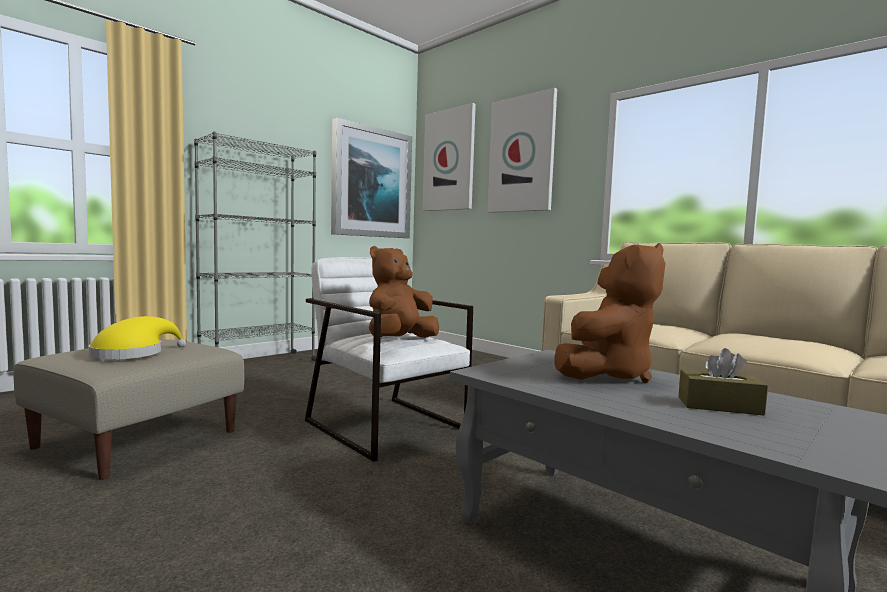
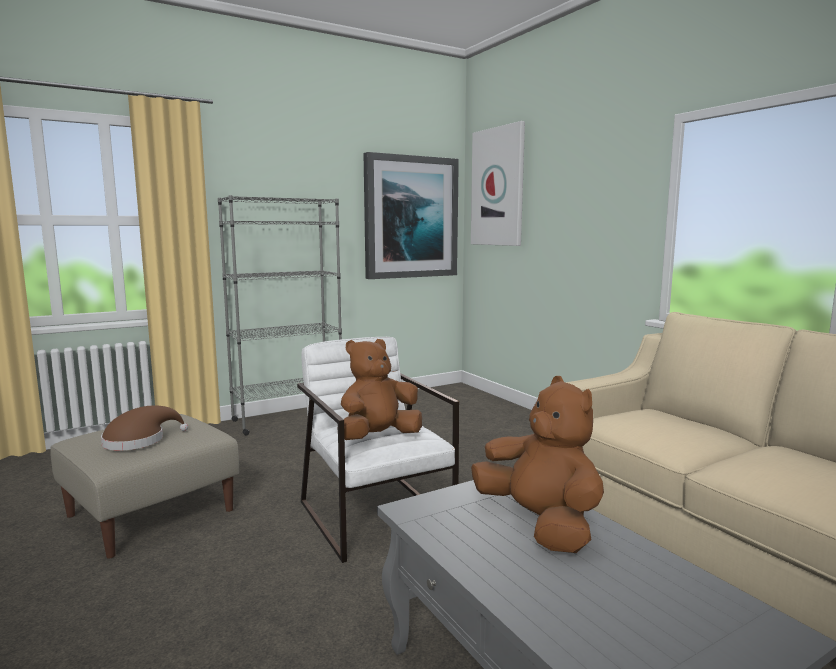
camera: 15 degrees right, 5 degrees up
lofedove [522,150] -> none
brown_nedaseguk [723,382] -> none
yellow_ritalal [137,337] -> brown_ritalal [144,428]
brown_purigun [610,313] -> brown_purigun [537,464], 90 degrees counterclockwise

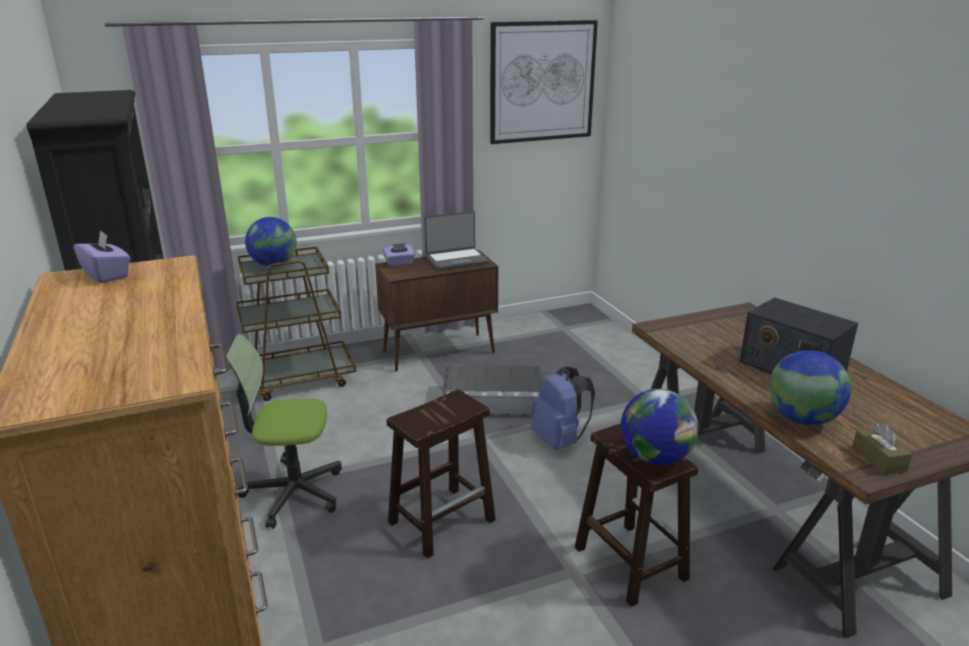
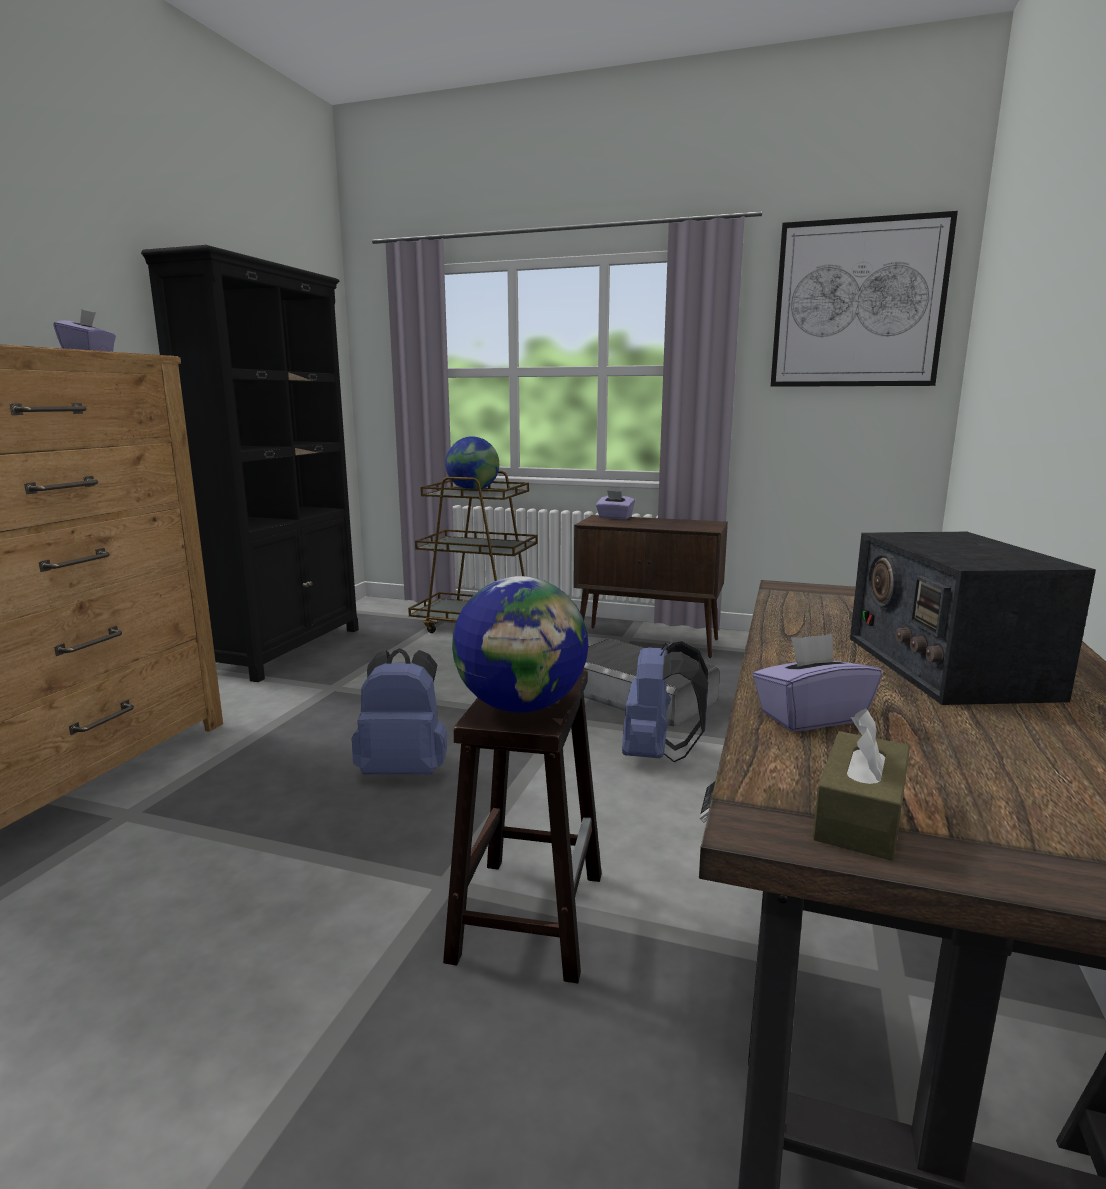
camera: 40 degrees right, 10 degrees down
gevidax [284,431] -> none
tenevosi [456,240] -> none
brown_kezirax [441,474] -> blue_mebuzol [399,711]
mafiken [810,387] -> purple_nedaseguk [817,683]

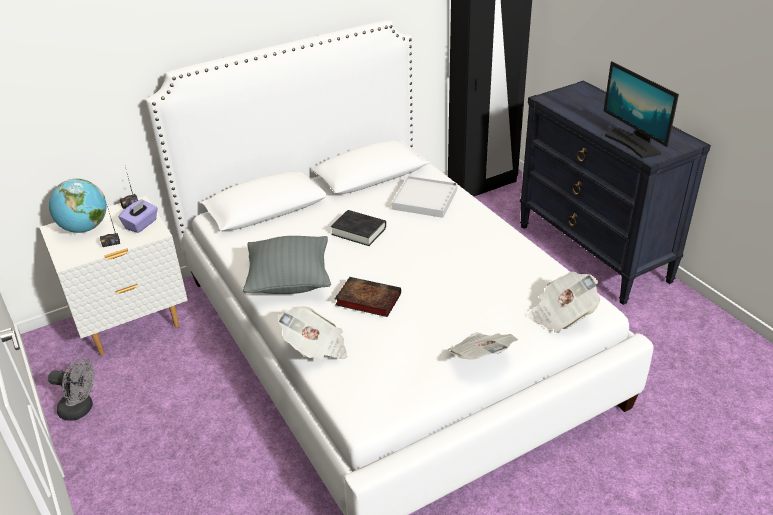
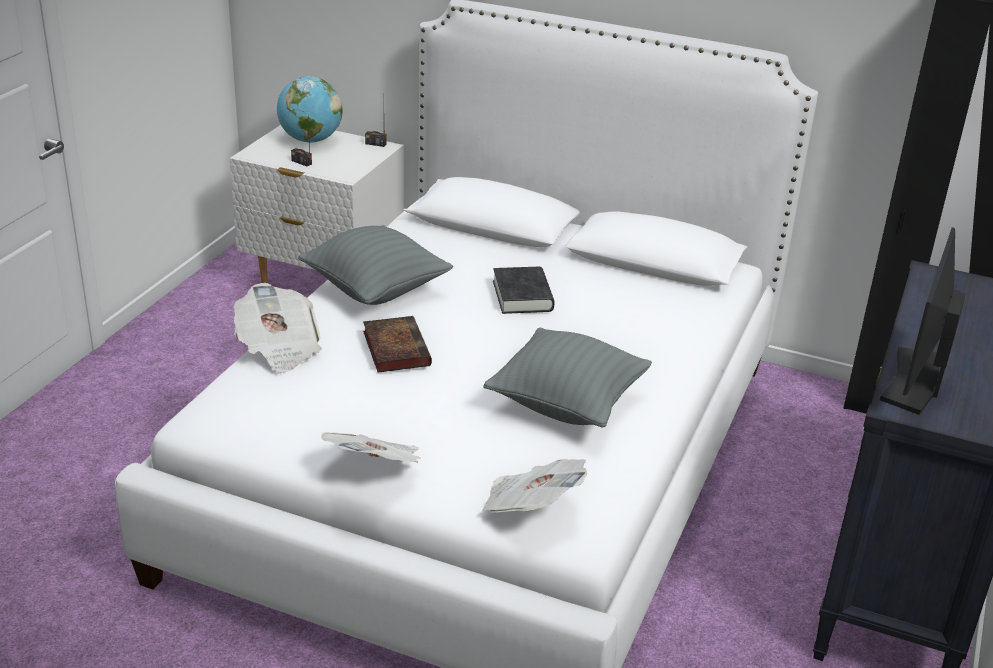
camera: 50 degrees right, 5 degrees down
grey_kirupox [71,389] -> none
purple_nedaseguk [138,216] -> none
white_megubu [424,197] -> none
none -> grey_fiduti [567,377]

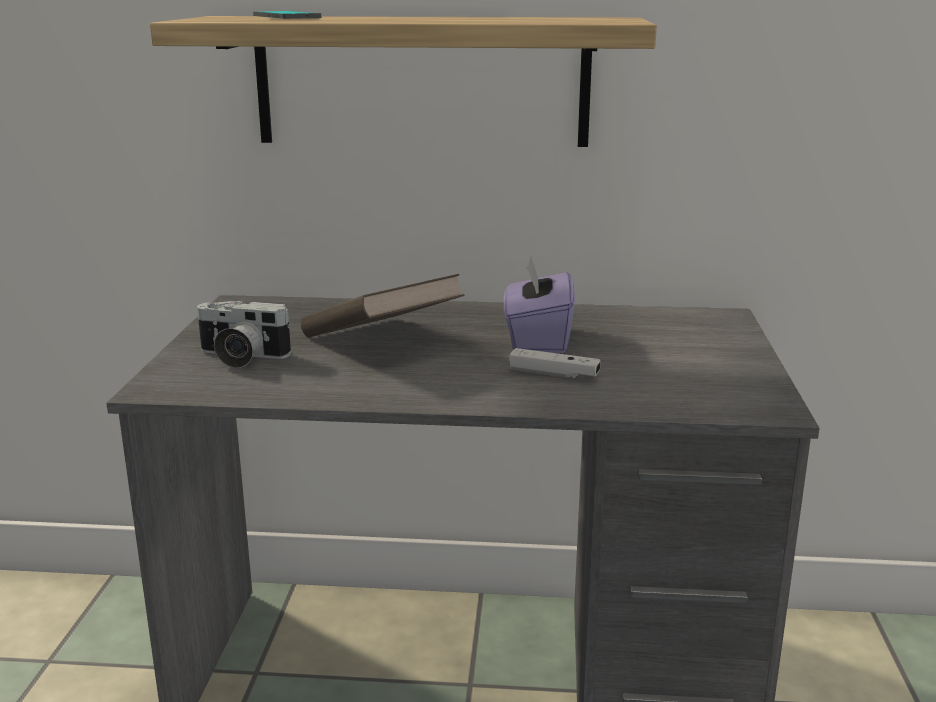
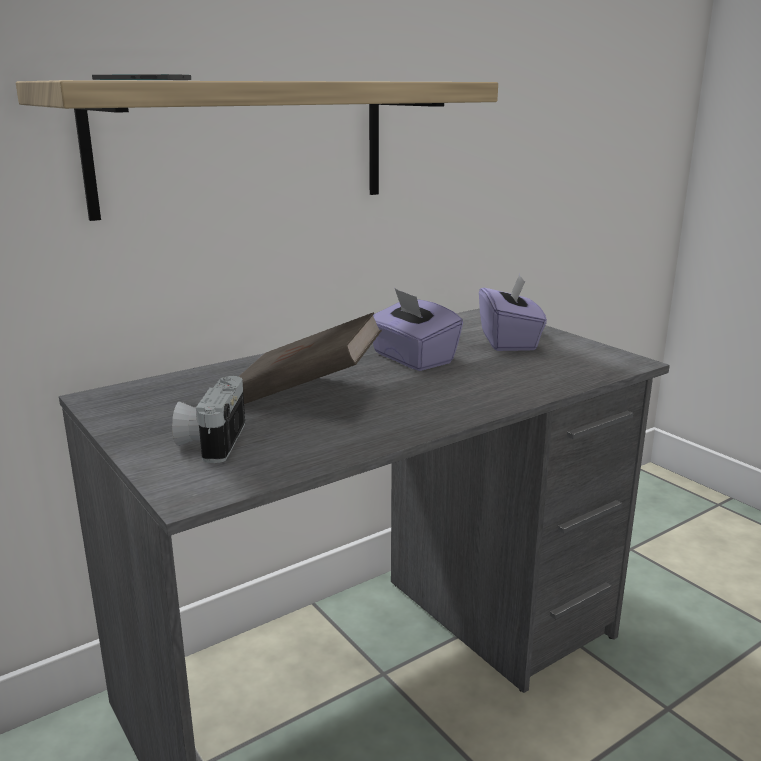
camera: 40 degrees left, 0 degrees up
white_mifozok [554,363] -> none
none -> purple_nedaseguk [513,312]
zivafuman [244,334] -> zivafuman [208,419], 120 degrees clockwise

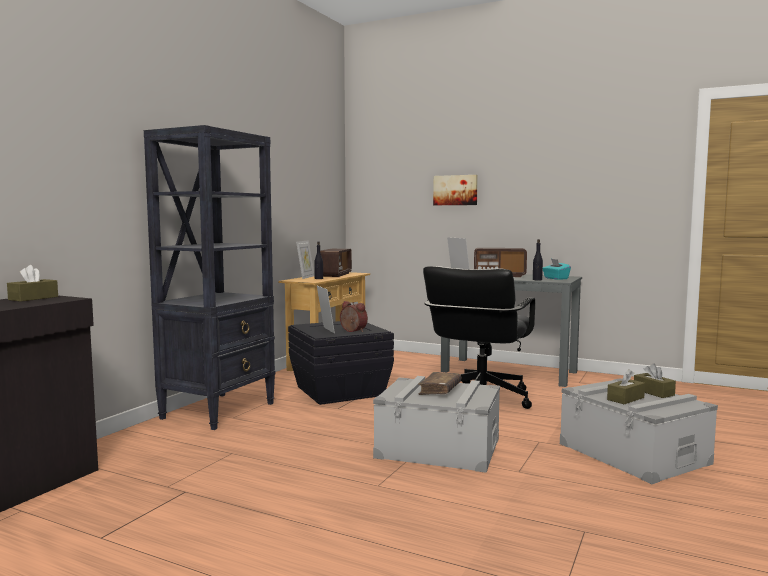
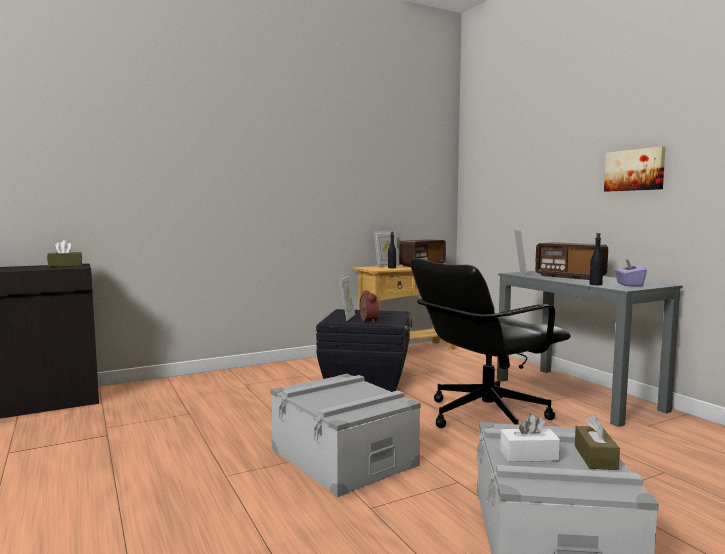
camera: 35 degrees right, 0 degrees up
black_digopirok [210,277] -> none
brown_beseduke [439,383] -> none
lofedove [455,190] -> lofedove [635,169], move
turquoise_nedaseguk [557,269] -> purple_nedaseguk [631,273]
brown_nedaseguk [626,386] -> white_nedaseguk [530,438]

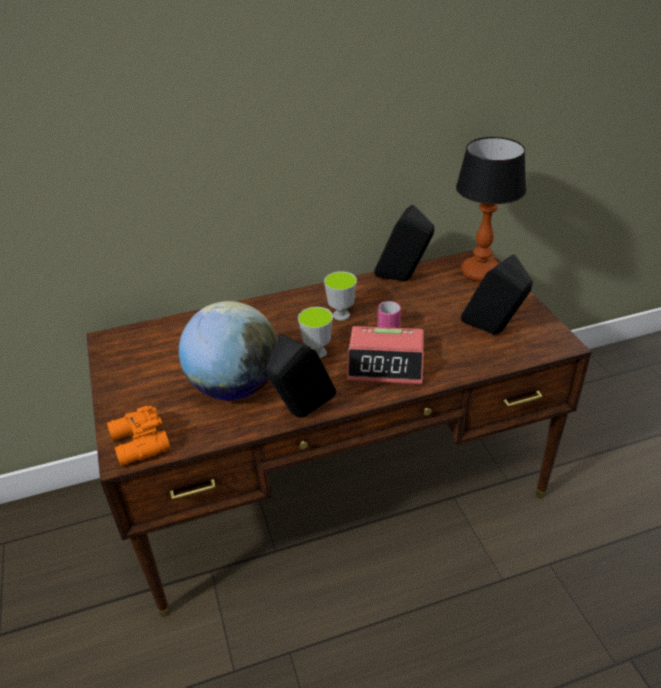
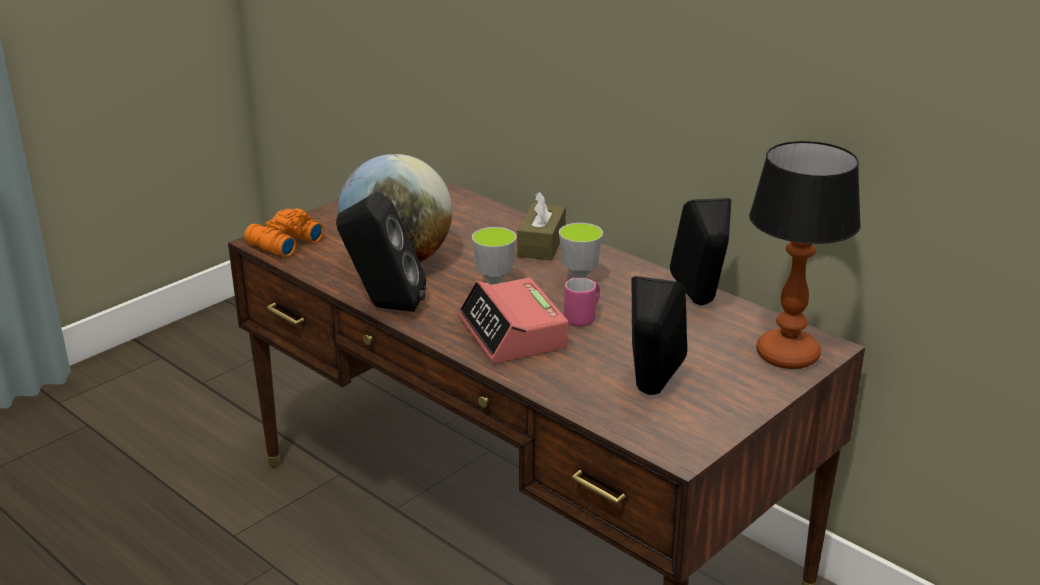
camera: 60 degrees right, 10 degrees down
none -> brown_nedaseguk [541,225]

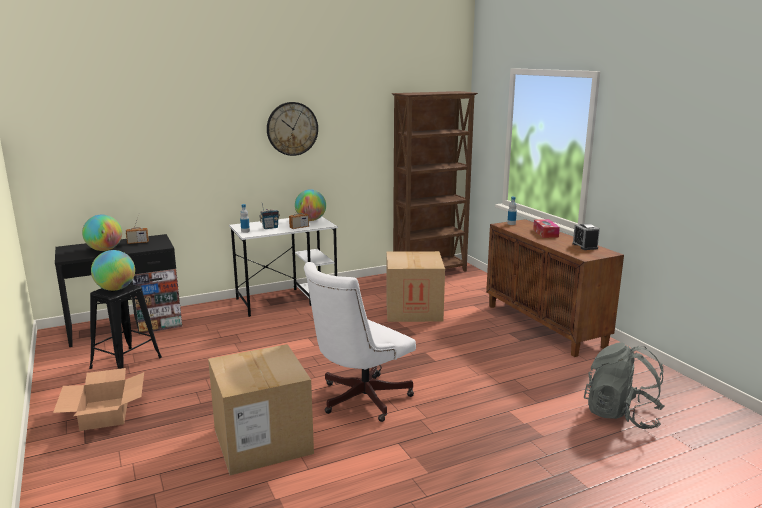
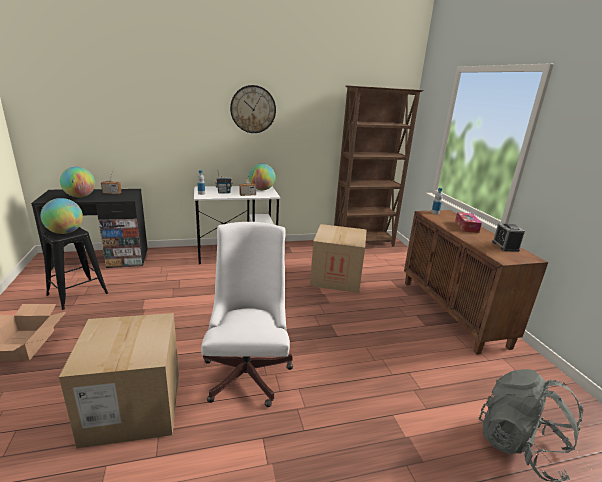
camera: 10 degrees right, 5 degrees up
white_gevidax [360,342] -> white_gevidax [247,314], 120 degrees clockwise

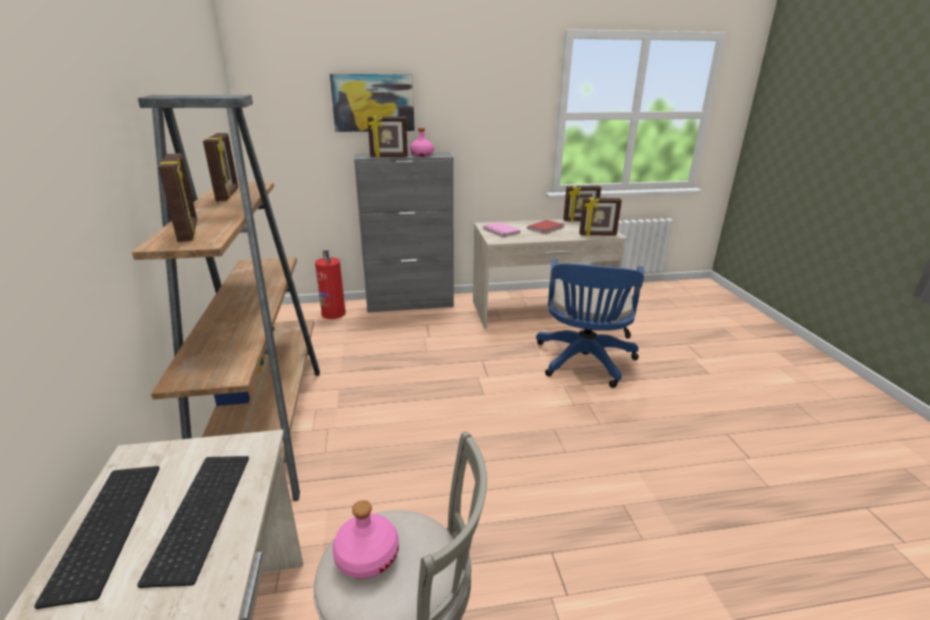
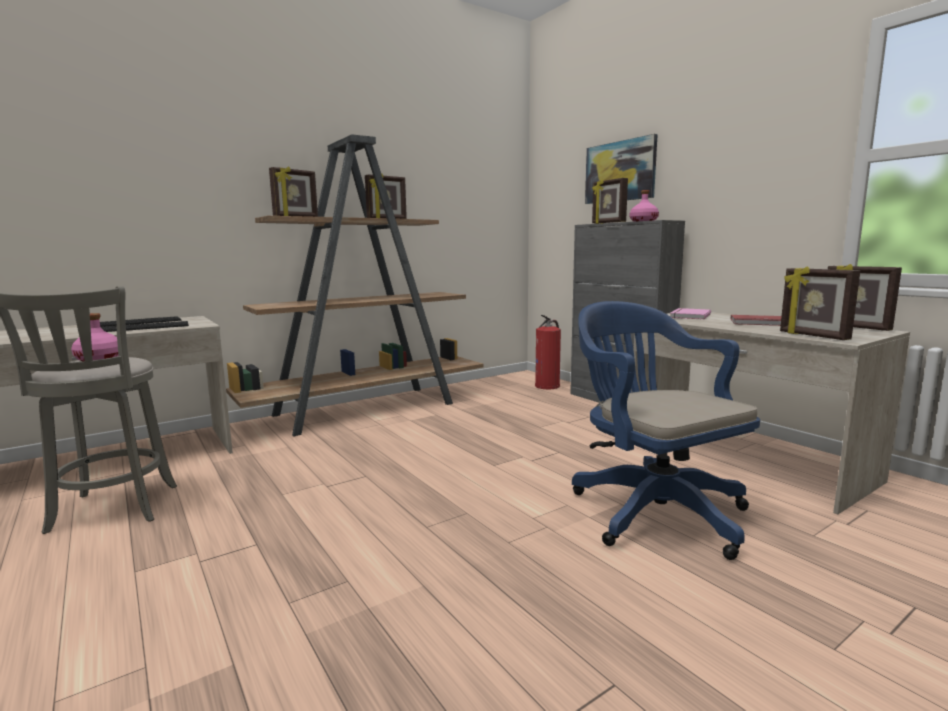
camera: 65 degrees right, 15 degrees down
blue_gevidax [590,323] -> blue_gevidax [666,430], 75 degrees clockwise

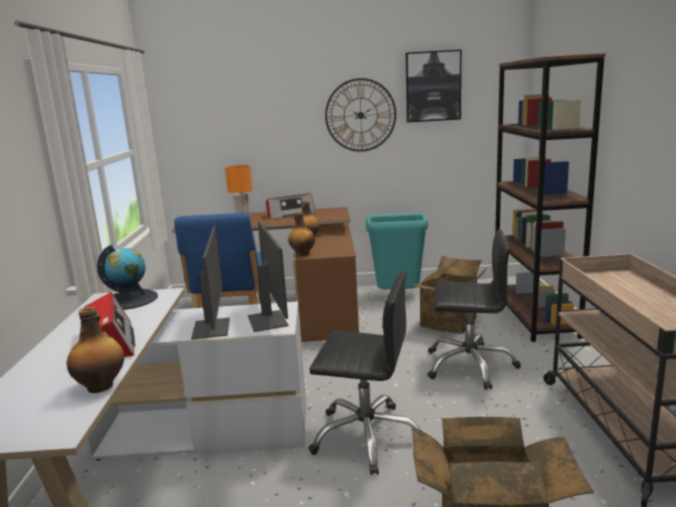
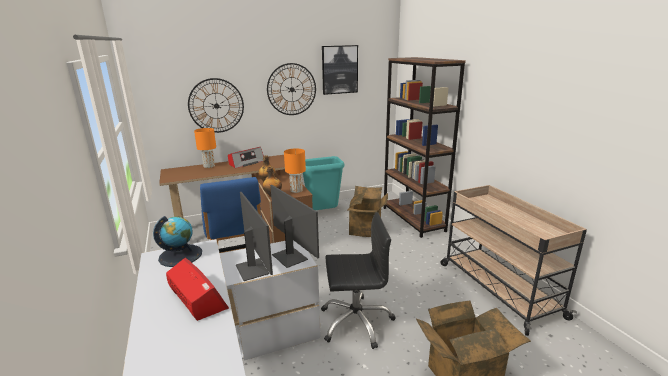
camera: 20 degrees left, 5 degrees up
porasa [95,349] -> none
black_gevidax [474,310] -> none
none -> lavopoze [216,105]
none -> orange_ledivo [295,170]

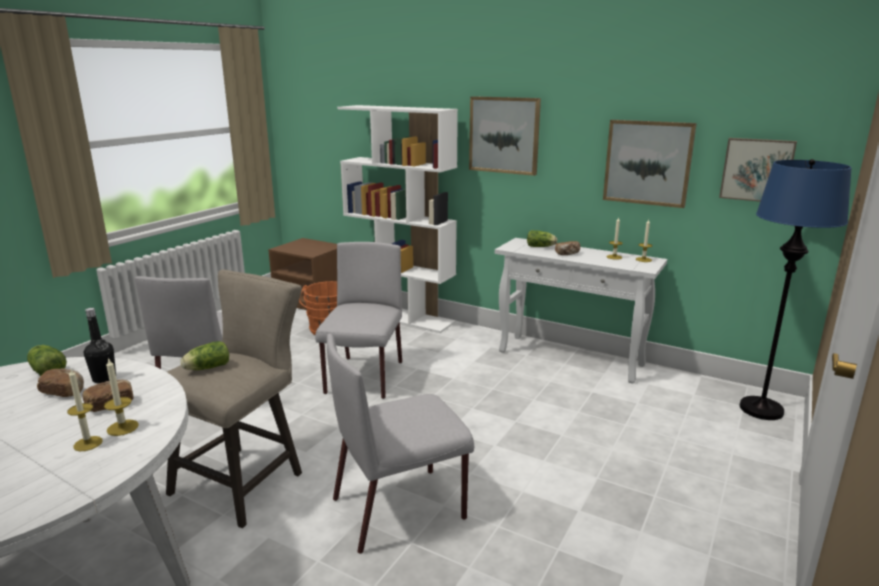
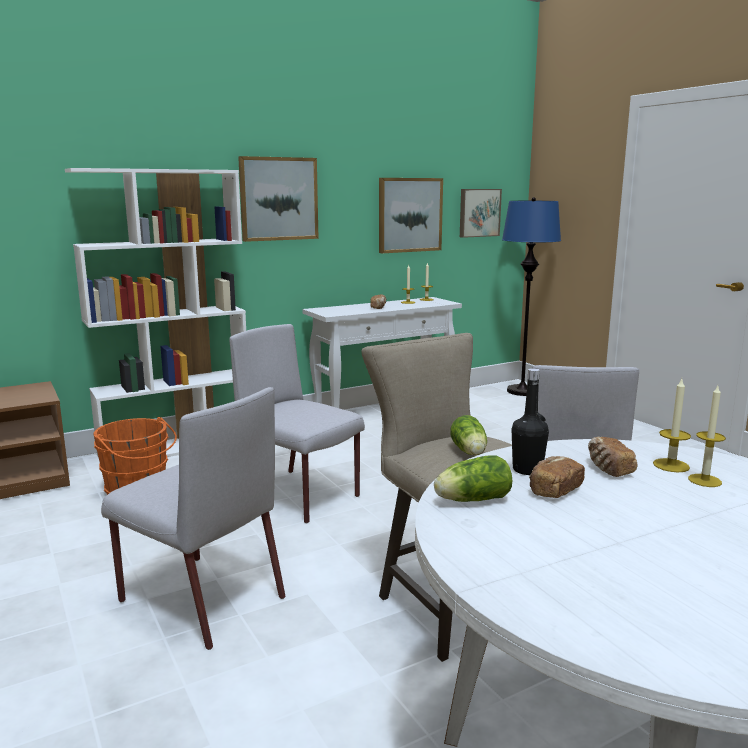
camera: 60 degrees left, 5 degrees down
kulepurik [542,238] -> none

